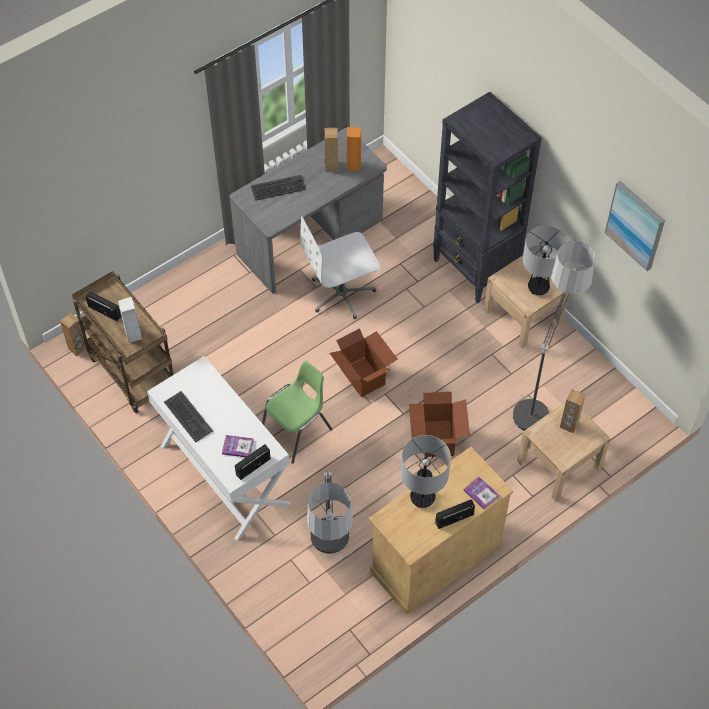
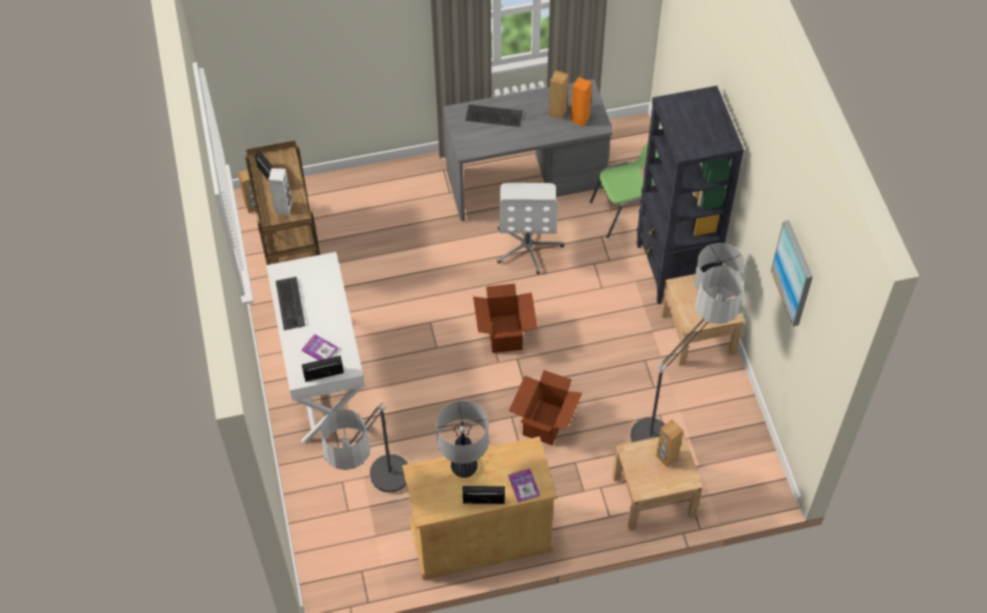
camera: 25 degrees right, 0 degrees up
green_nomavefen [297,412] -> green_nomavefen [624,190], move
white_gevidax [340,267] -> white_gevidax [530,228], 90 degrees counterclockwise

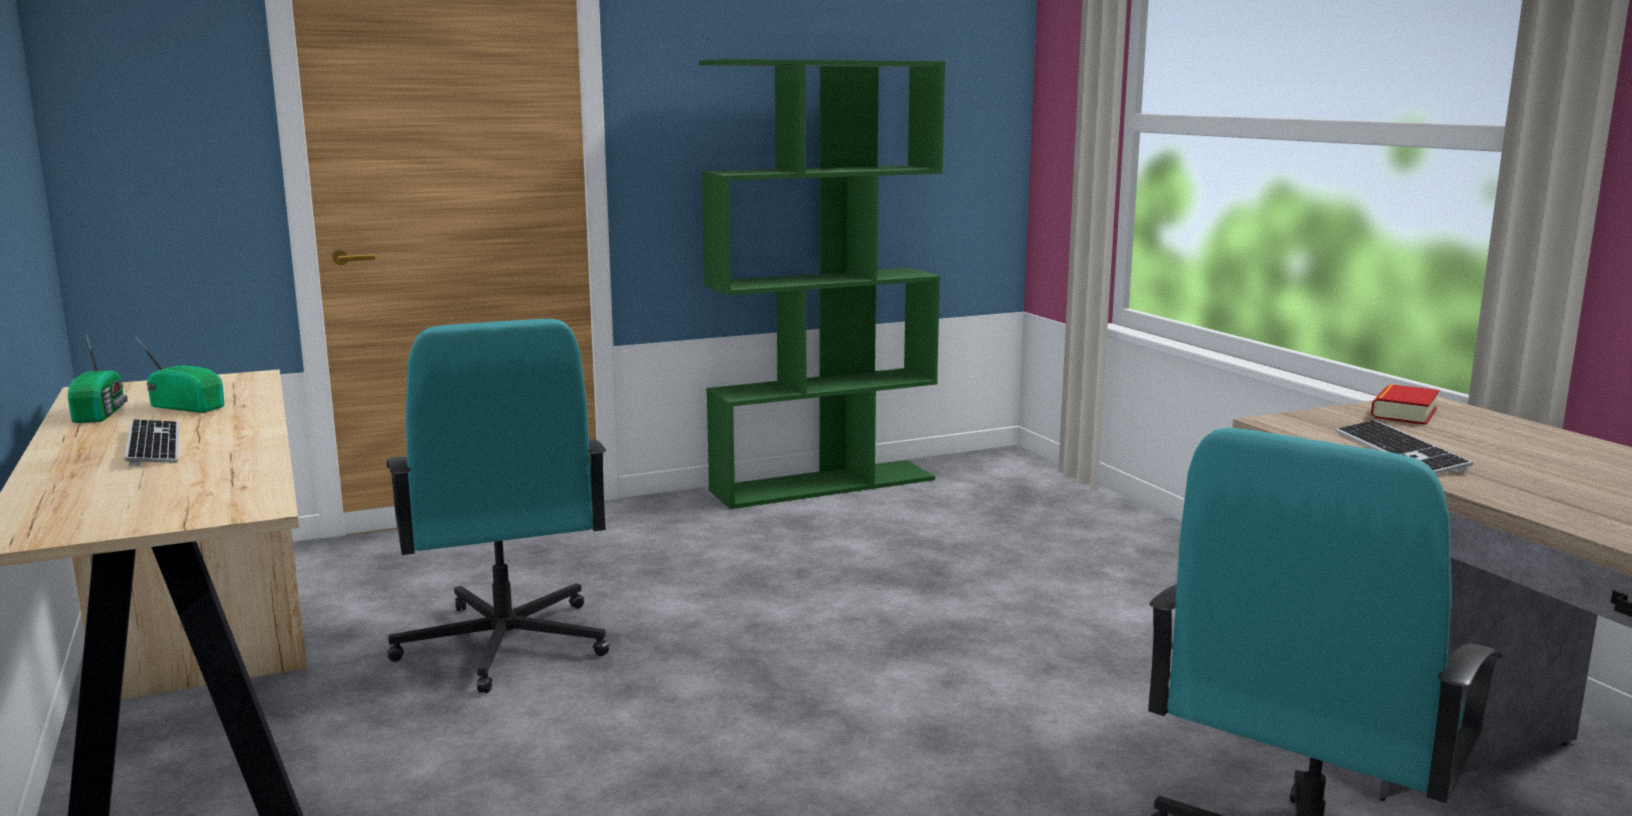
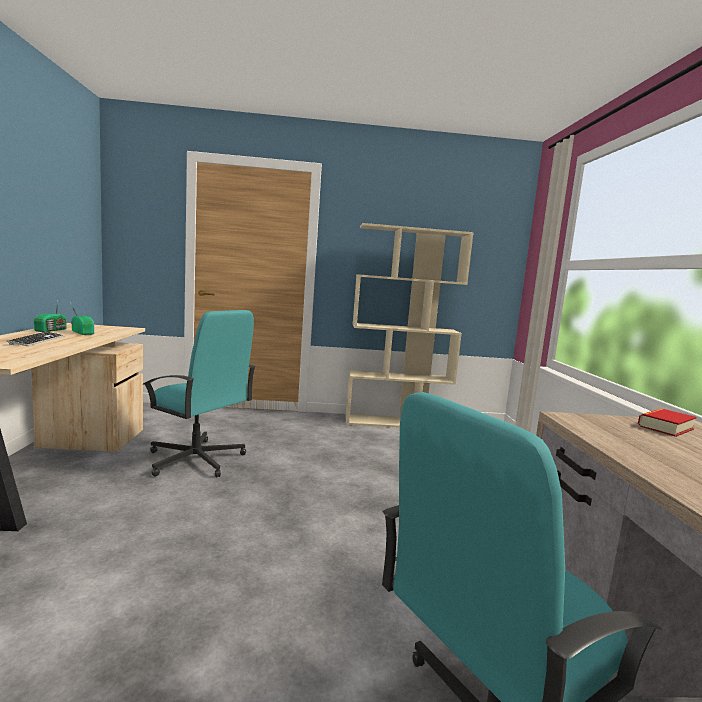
camera: 20 degrees right, 5 degrees down
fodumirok [1404,447] -> none
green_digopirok [822,284] -> beige_digopirok [410,325]
turquoise_gevidax [498,506] -> turquoise_gevidax [199,393], 60 degrees counterclockwise

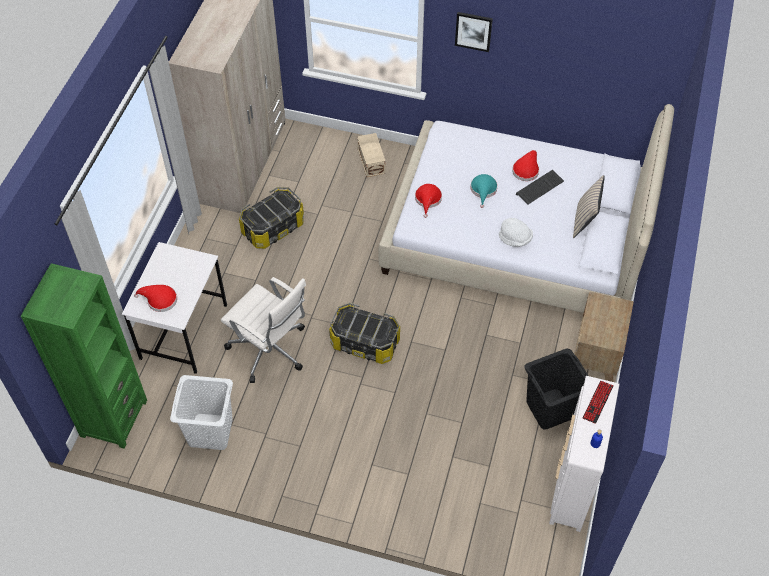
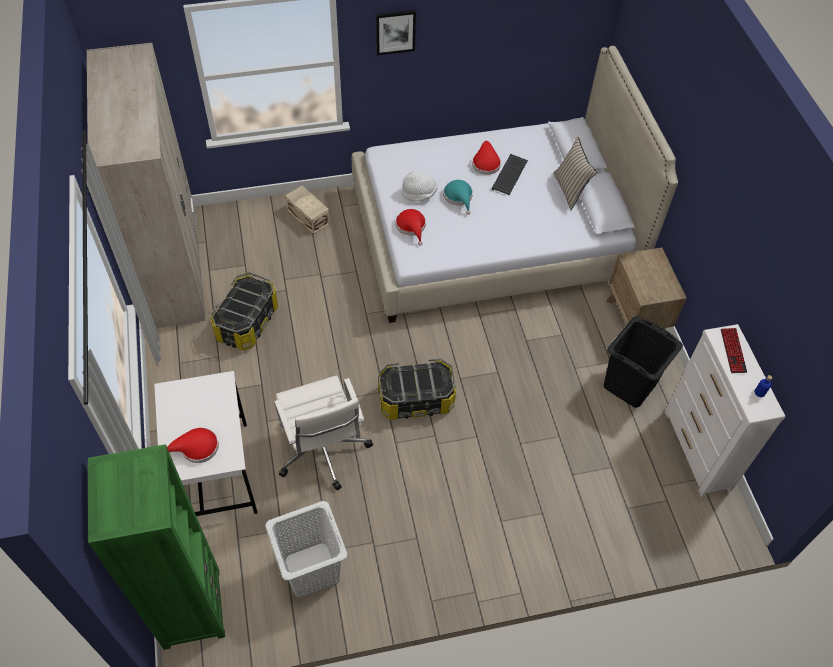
camera: 30 degrees left, 0 degrees up
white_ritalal [516,232] -> white_ritalal [419,186], move
white_gevidax [263,330] -> white_gevidax [323,433], 60 degrees clockwise

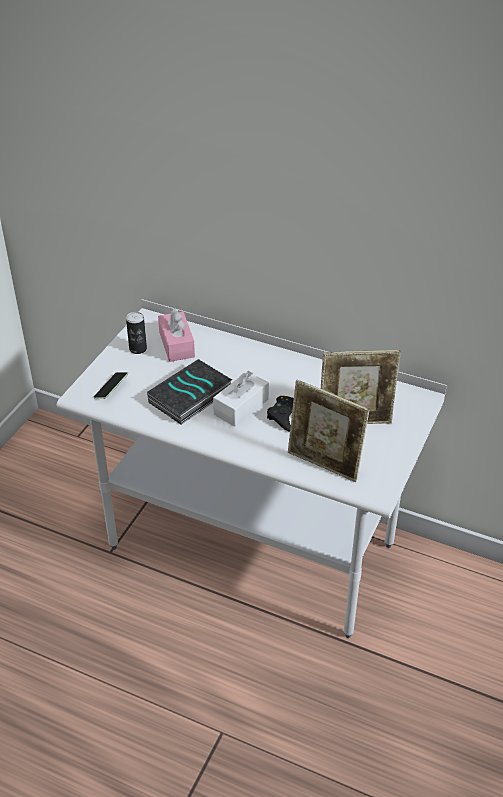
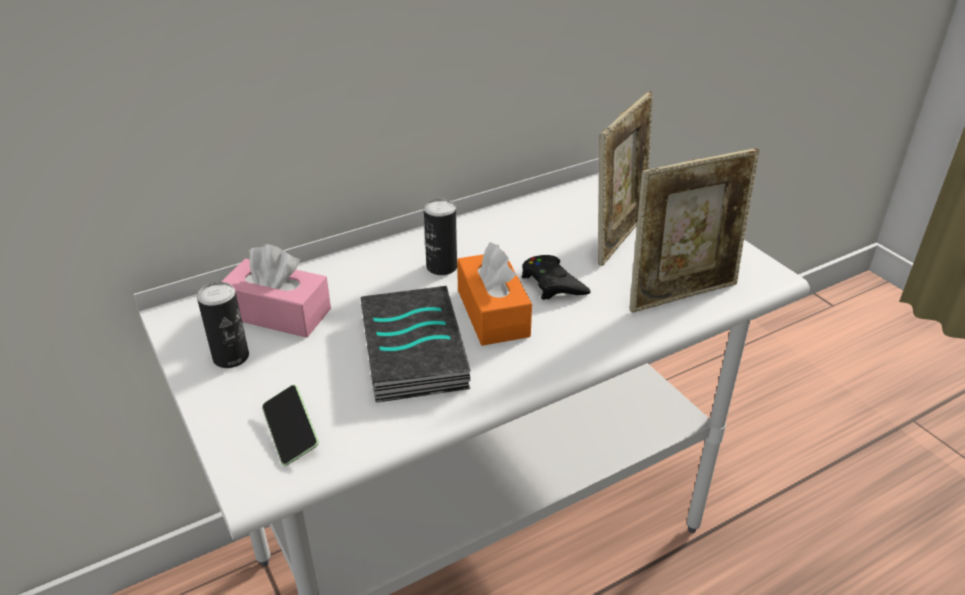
camera: 55 degrees left, 5 degrees down
none -> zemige [440,237]
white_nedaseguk [241,399] -> orange_nedaseguk [494,294]

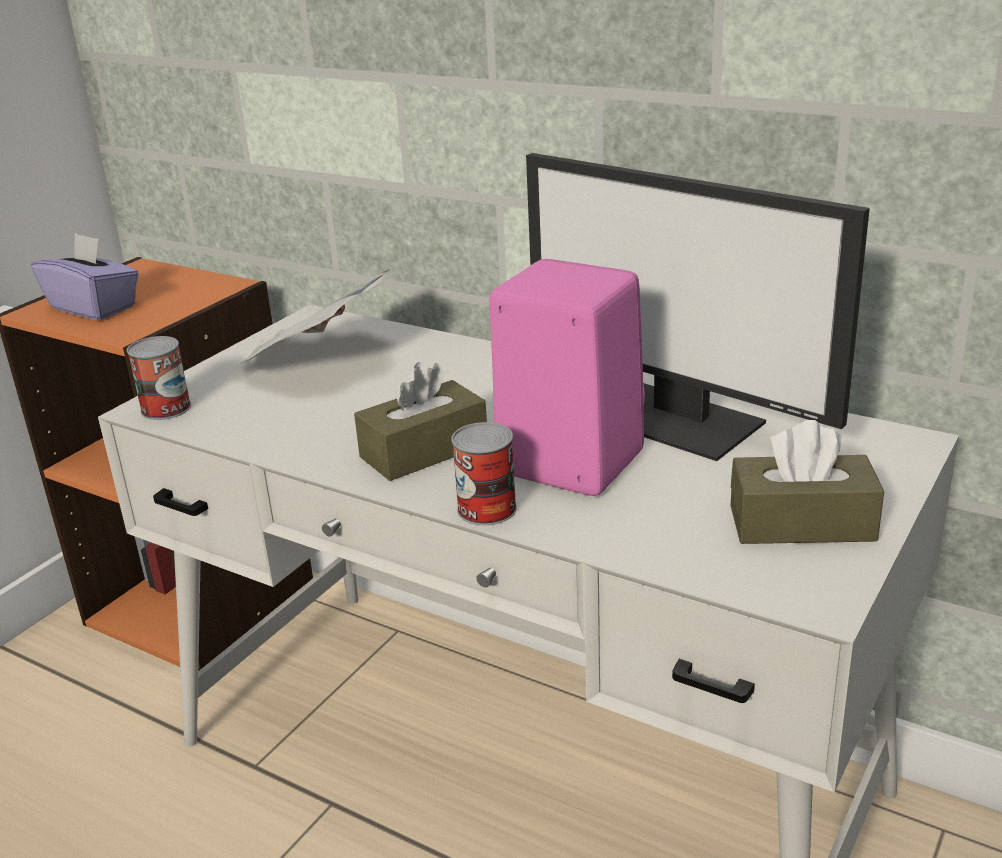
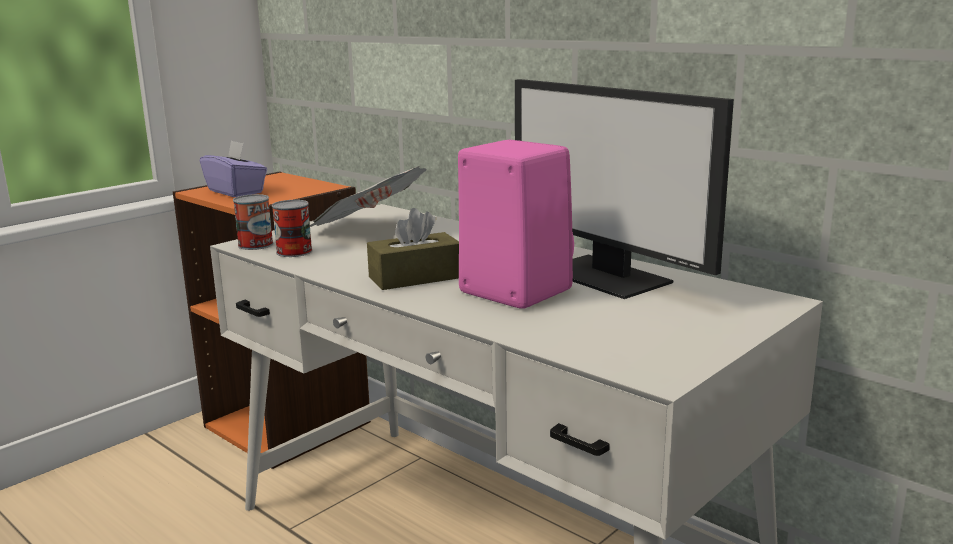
camera: 10 degrees right, 10 degrees down
brown_nedaseguk [807,482] -> none
zemige [484,473] -> zemige [292,228], move

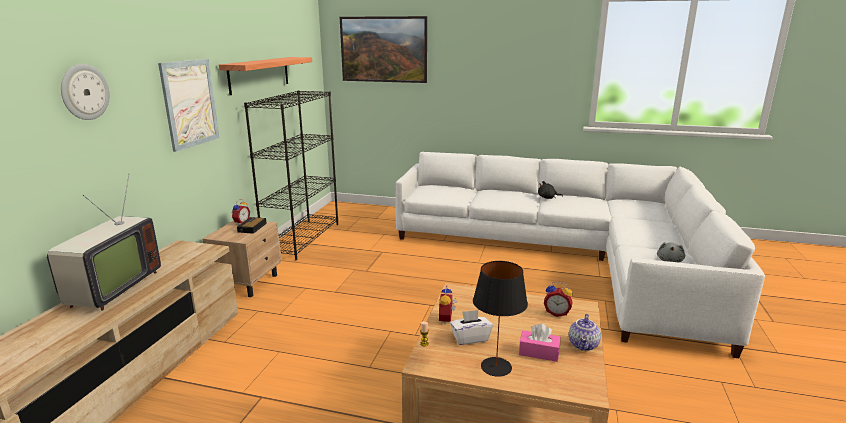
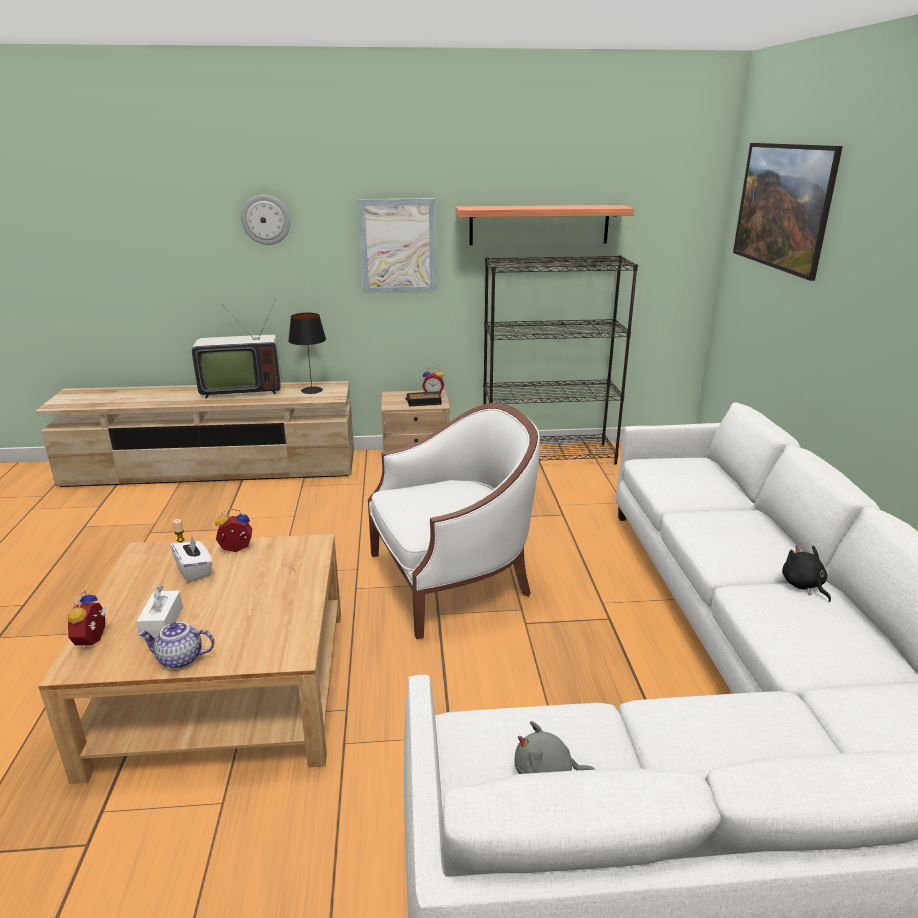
camera: 70 degrees right, 5 degrees up
none -> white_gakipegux [454,521]
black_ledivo [500,319] -> black_ledivo [307,353], move
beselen [558,299] -> beselen [87,620], move
pink_nedaseguk [539,343] -> white_nedaseguk [159,612]

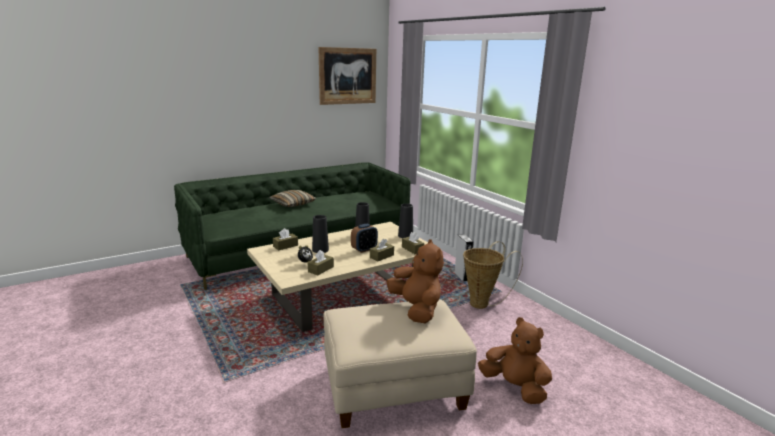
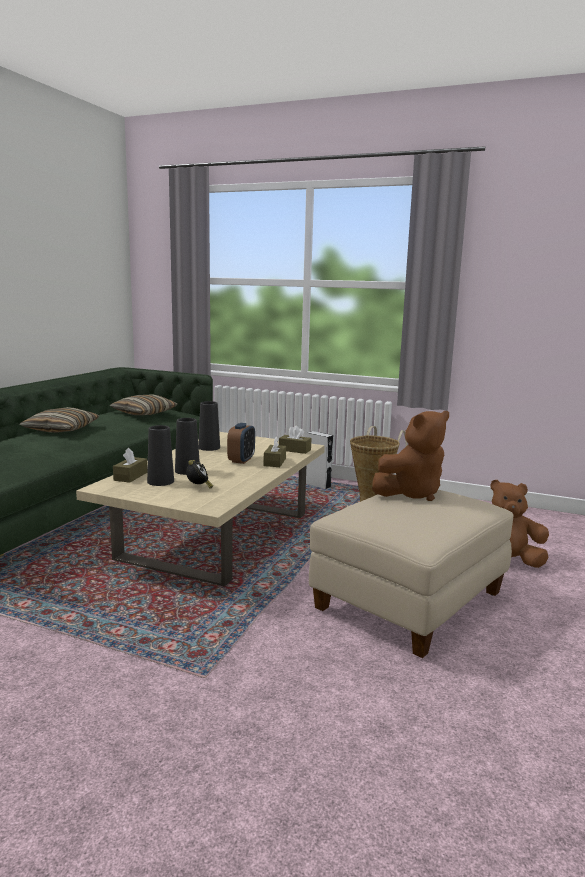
camera: 35 degrees left, 5 degrees down
brown_nedaseguk [321,262] -> none
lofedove [347,76] -> none
none -> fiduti [143,404]
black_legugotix [405,221] -> black_legugotix [160,455], move
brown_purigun [415,281] -> brown_purigun [410,456], 120 degrees clockwise

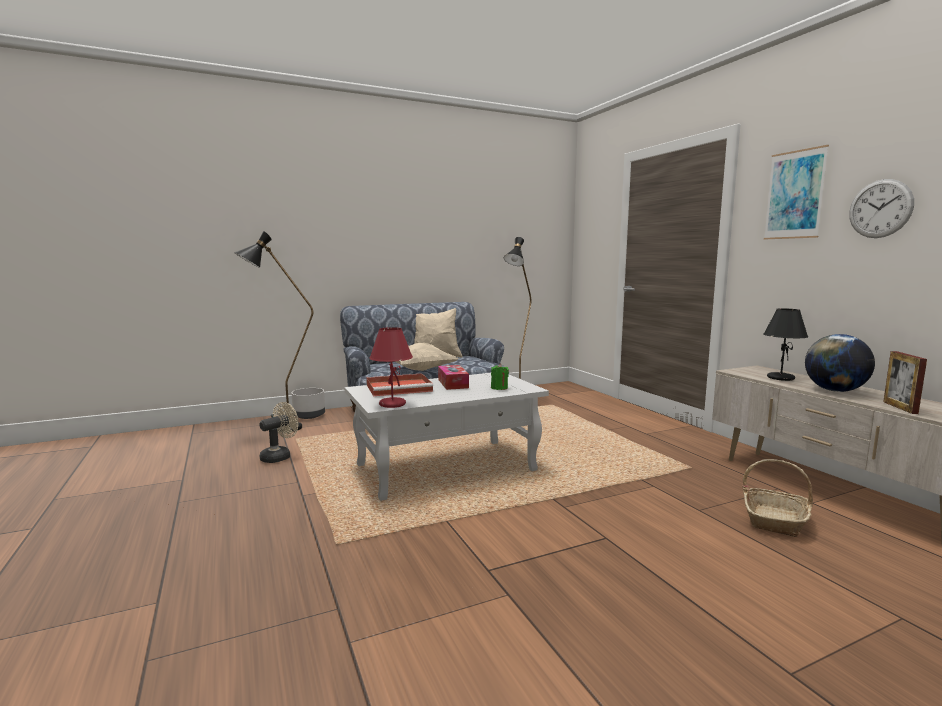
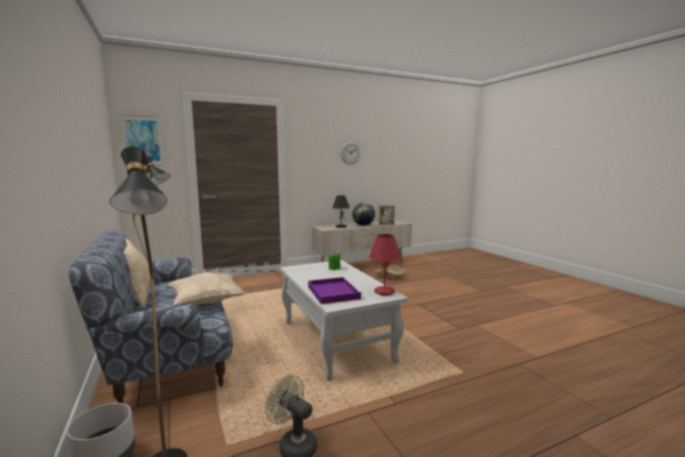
camera: 90 degrees left, 0 degrees up
nedaseguk [453,377] -> none
lofedove [796,192] -> lofedove [142,140], move
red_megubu [399,384] -> purple_megubu [335,290]

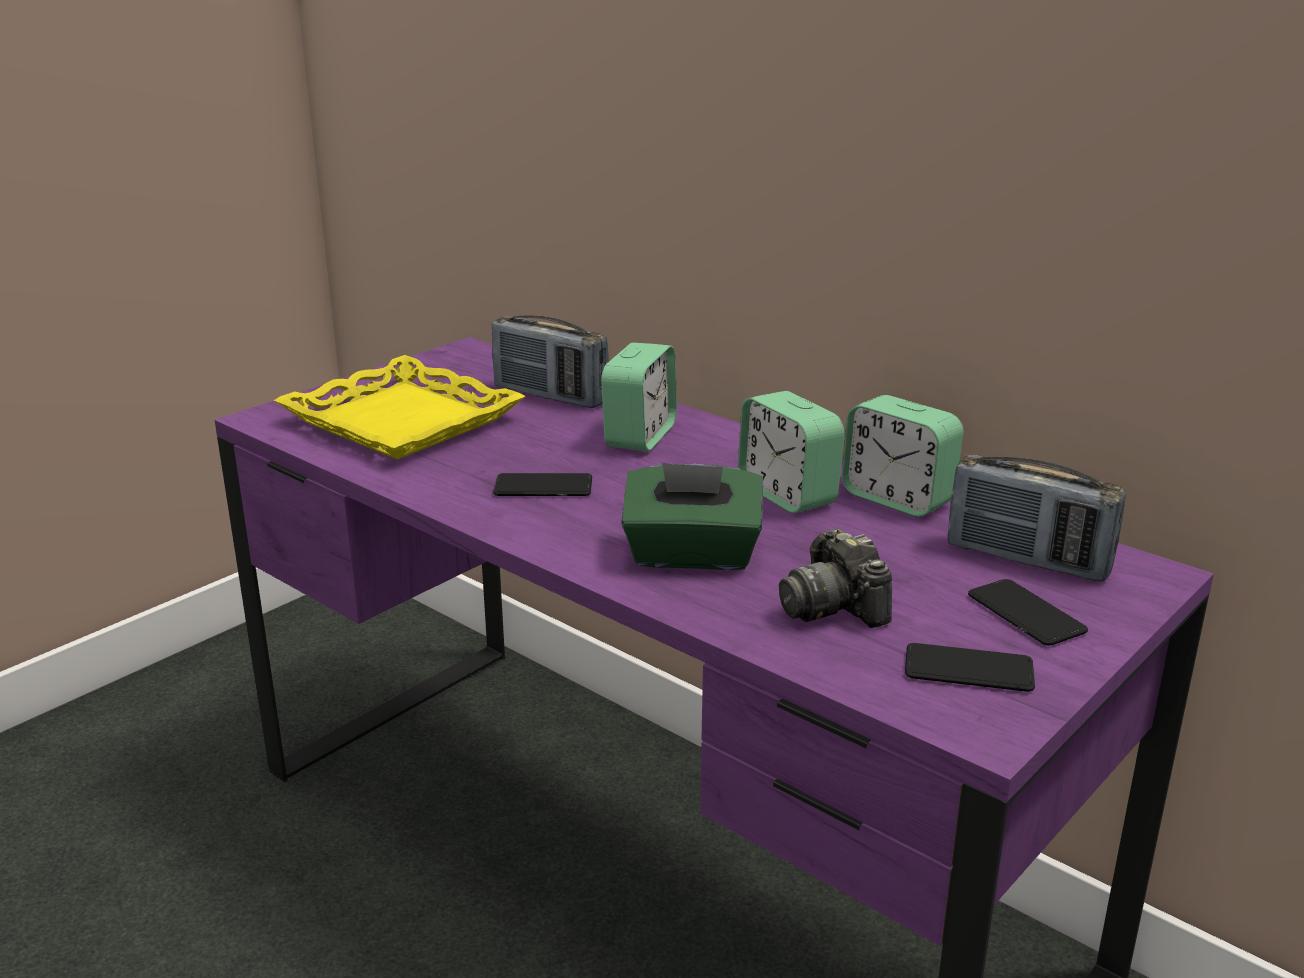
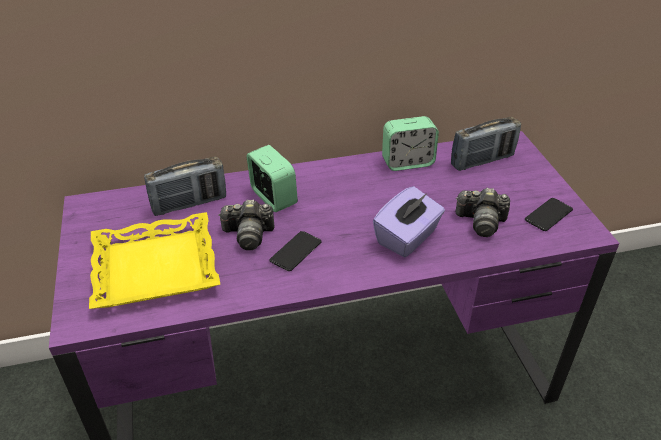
camera: 55 degrees left, 15 degrees up
beselen [791,452] -> none
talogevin [1028,612] -> none
none -> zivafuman [246,225]
green_nedaseguk [692,516] -> purple_nedaseguk [409,221]

